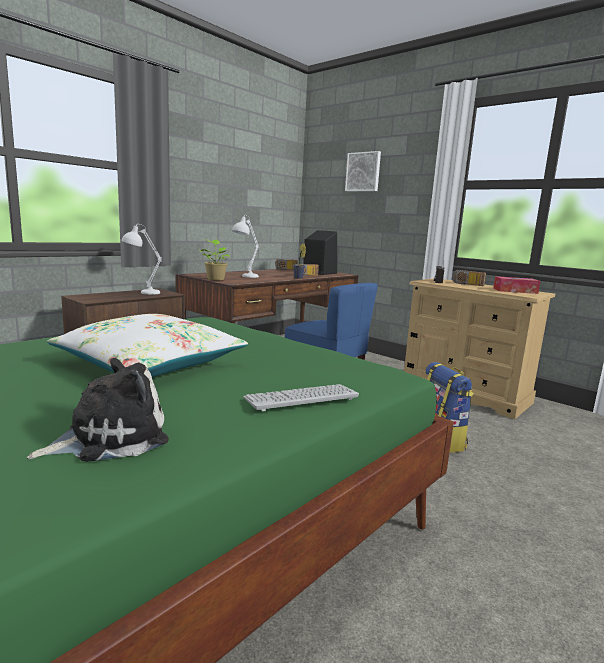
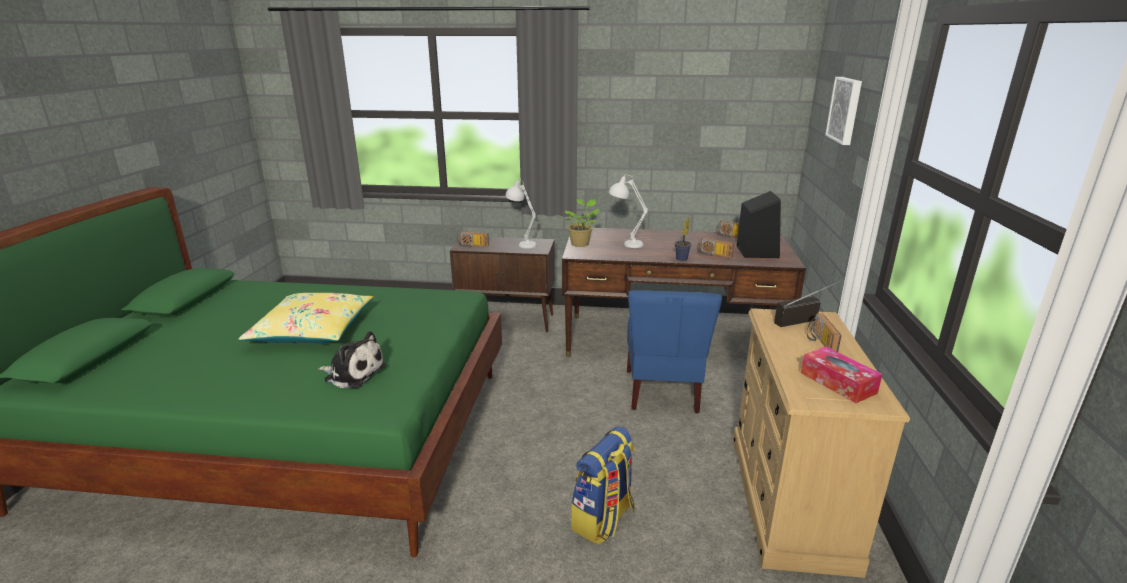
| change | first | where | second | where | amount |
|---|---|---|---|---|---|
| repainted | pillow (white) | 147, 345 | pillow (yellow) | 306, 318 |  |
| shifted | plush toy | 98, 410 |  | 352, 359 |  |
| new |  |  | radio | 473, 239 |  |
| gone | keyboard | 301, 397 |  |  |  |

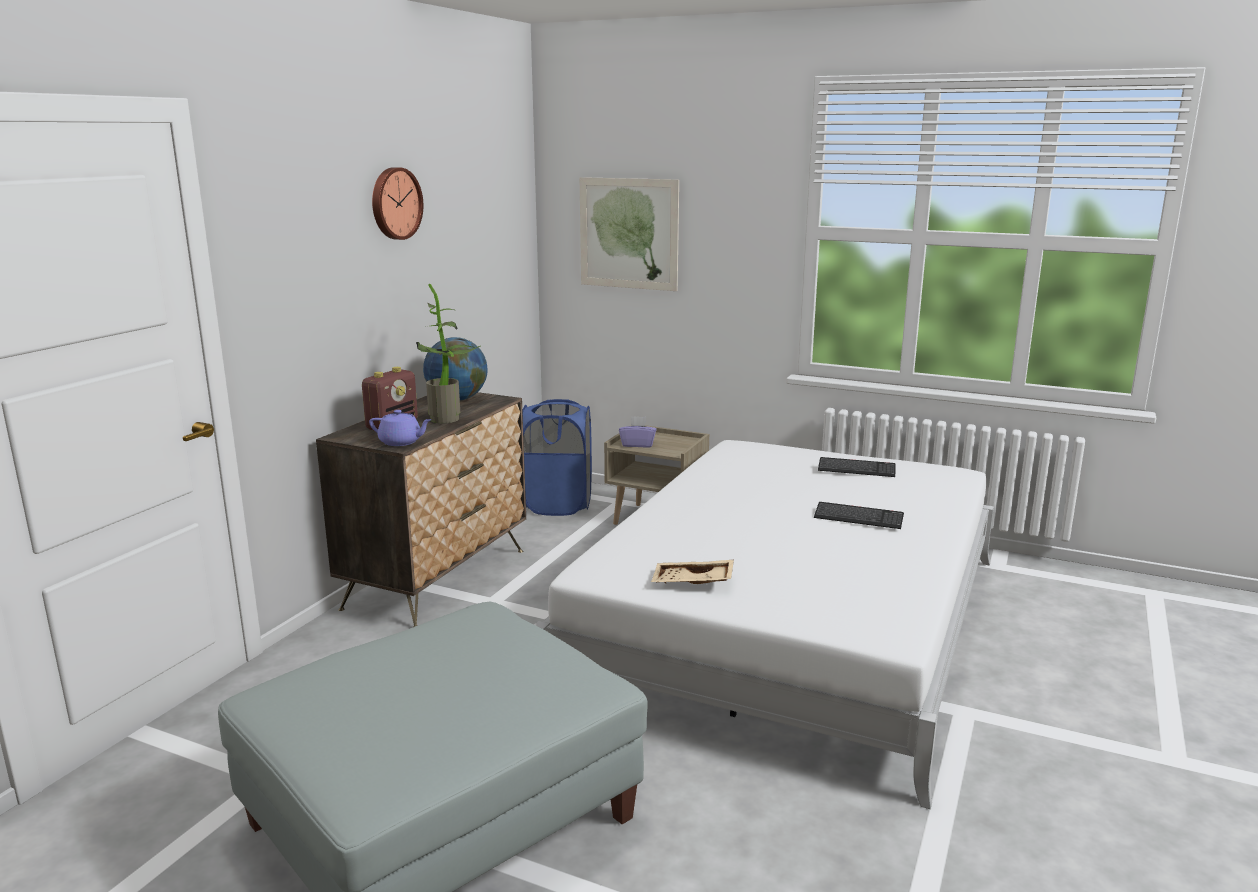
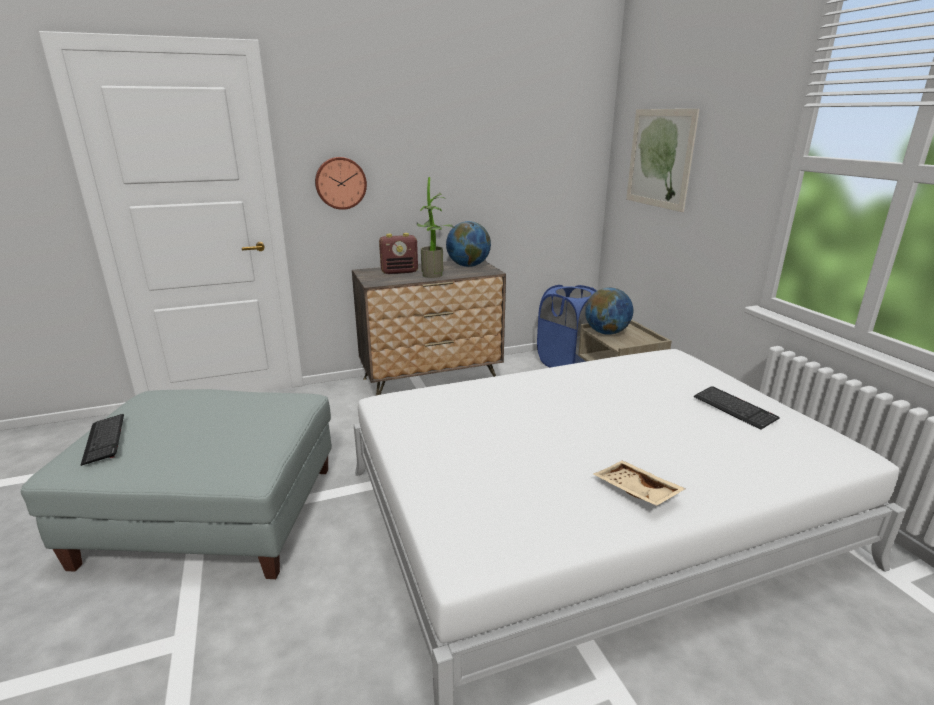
| change | first | where | second | where | amount |
|---|---|---|---|---|---|
| shifted | keyboard | 859, 515 |  | 102, 440 |  |
| shifted | wall clock | 397, 203 |  | 341, 183 |  |
| swapped | tissue box (purple) | 638, 432 | globe | 609, 311 |  |
| shifted | tray (beige) | 692, 572 |  | 639, 483 |  |
| gone | teapot (purple) | 400, 428 |  |  |  |

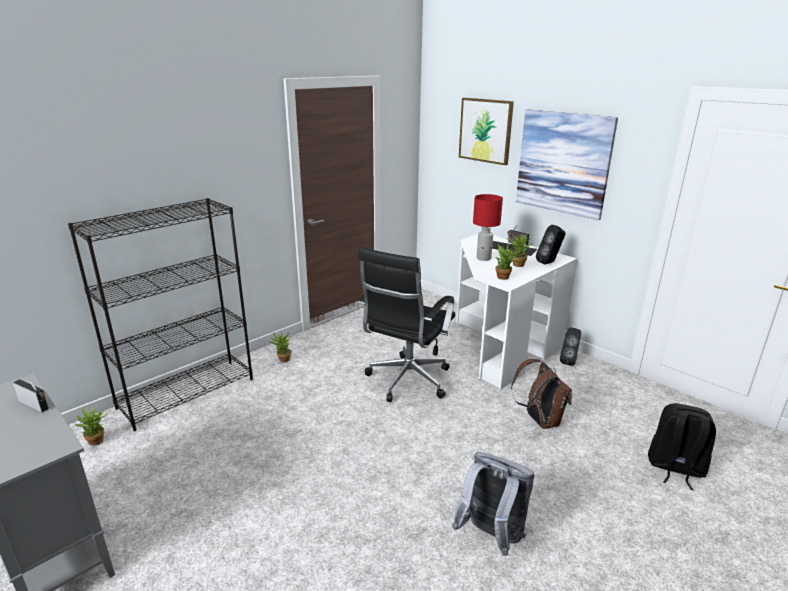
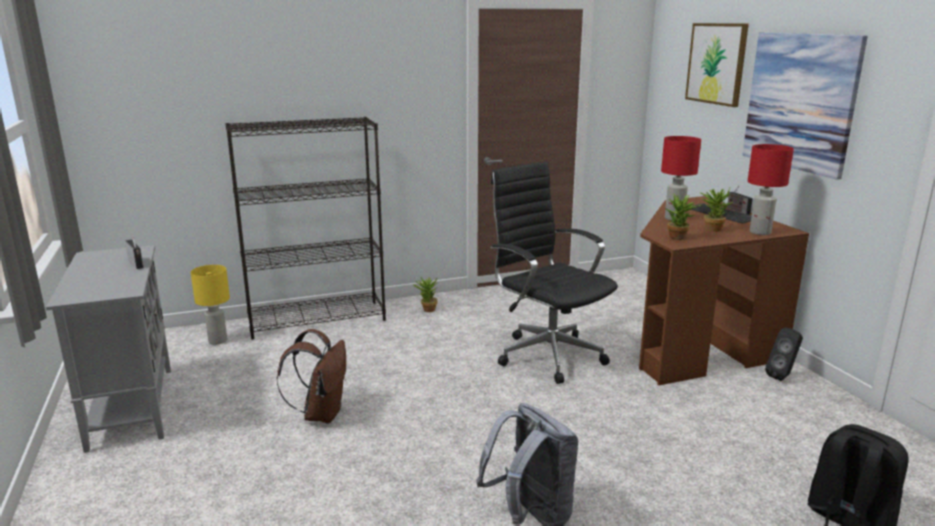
| change | first | where | second | where | amount |
|---|---|---|---|---|---|
| swapped | potted plant | 91, 425 | table lamp (yellow) | 210, 305 |  |
| shifted | backpack (brown) | 541, 394 |  | 311, 376 |  |
| rotated | office chair (black) | 406, 324 |  | 554, 273 | 90 degrees clockwise |
| repainted | desk (white) | 516, 312 | desk (brown) | 724, 290 |  |
| swapped | speaker (black) | 551, 245 | table lamp (red) | 771, 189 |  |

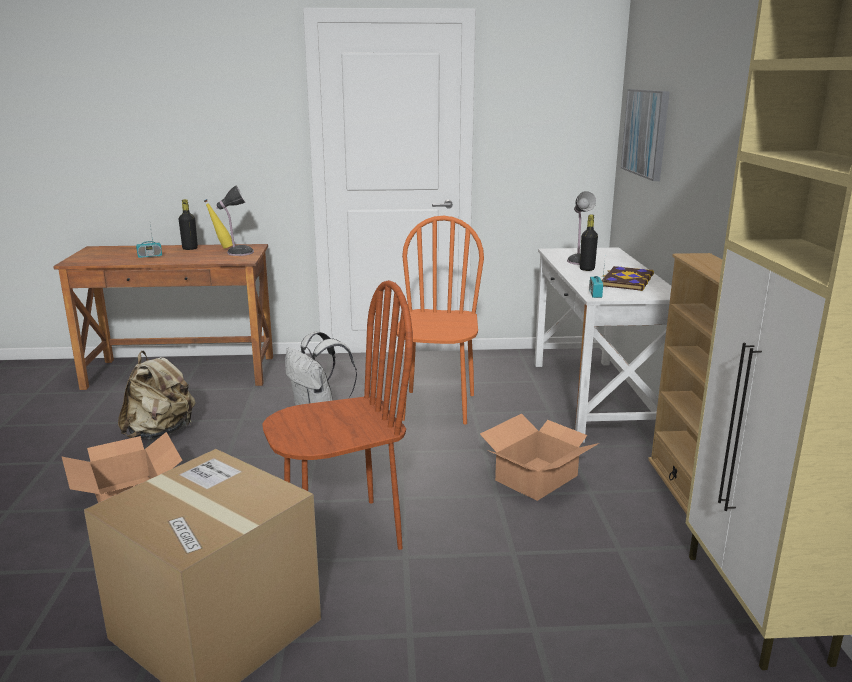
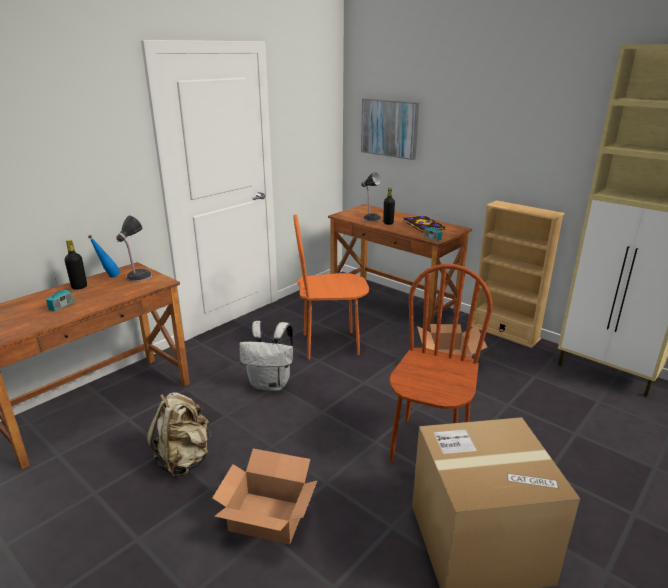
| change | first | where | second | where | amount |
|---|---|---|---|---|---|
| repainted | bottle (yellow) | 218, 224 | bottle (blue) | 104, 256 |  |
| rotated | chair (orange) | 440, 320 |  | 331, 287 | 60 degrees counterclockwise |
| repainted | desk (white) | 602, 345 | desk (brown) | 400, 268 |  |

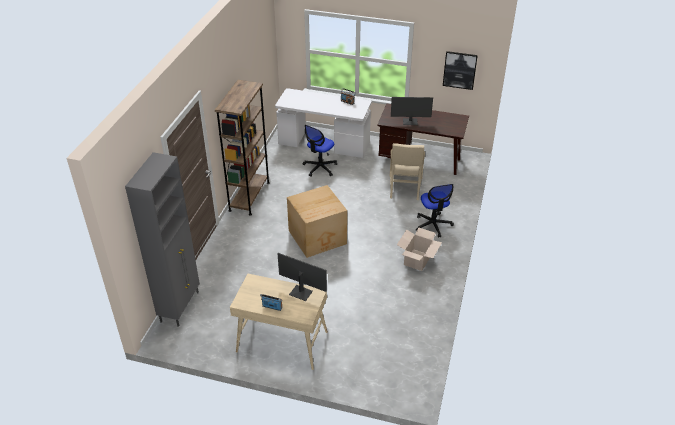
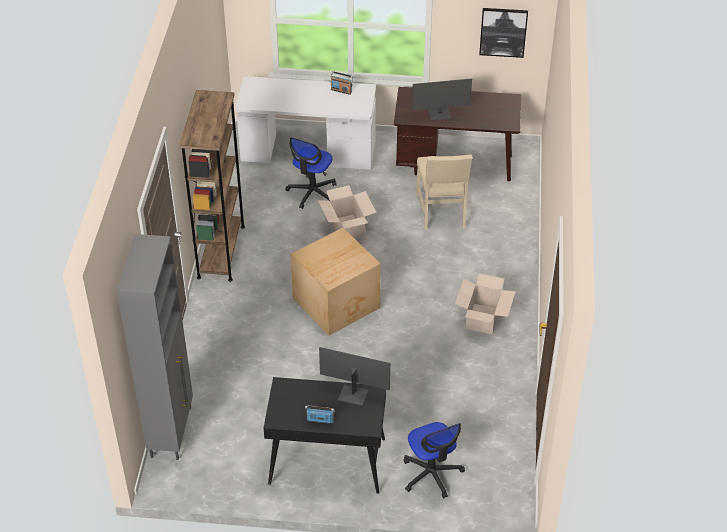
| change | first | where | second | where | amount |
|---|---|---|---|---|---|
| repainted | desk (beige) | 279, 322 | desk (black) | 325, 435 |  |
| new |  |  | cardboard box | 347, 212 |  |
| shifted | office chair | 435, 211 |  | 434, 460 |  |

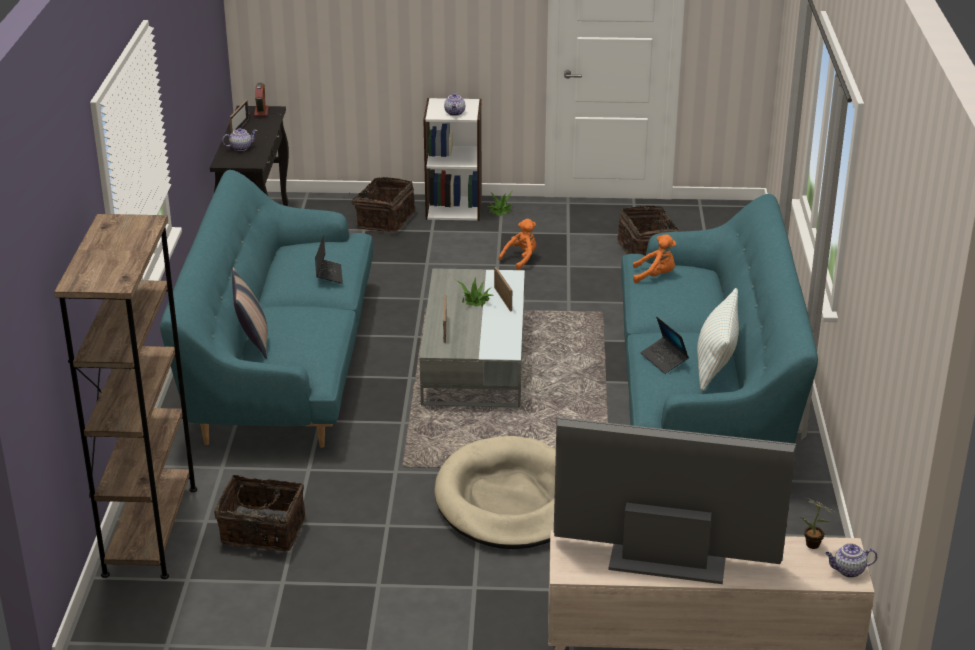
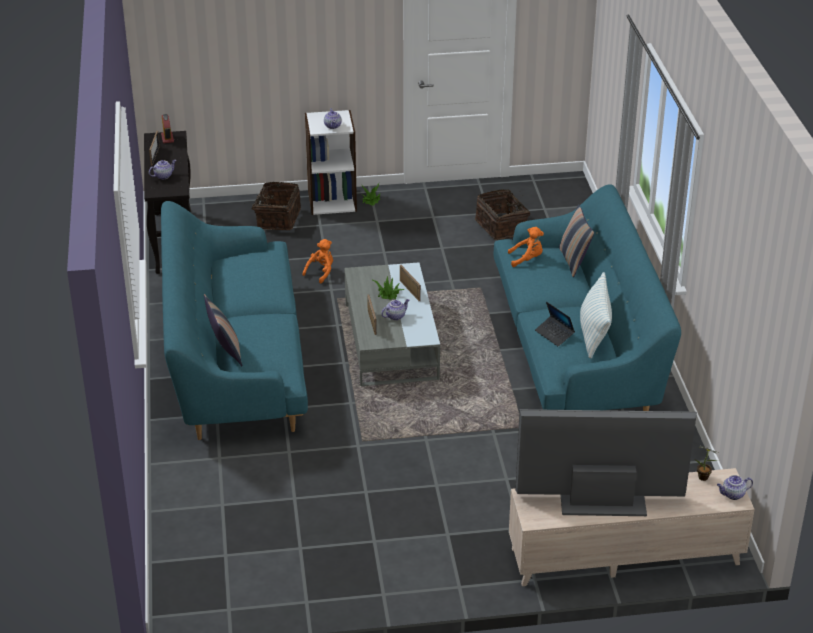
| change | first | where | second | where | amount |
|---|---|---|---|---|---|
| shifted | plush toy (orange) | 517, 244 |  | 317, 261 |  |
| new |  |  | teapot | 395, 309 |  |
| new |  |  | pillow | 576, 240 |  |
| gone | bookcase (brown) | 125, 396 |  |  |  |
| gone | basket | 260, 513 |  |  |  |
| gone | laptop | 329, 259 |  |  |  |
| gone | dog bed (beige) | 495, 492 |  |  |  |

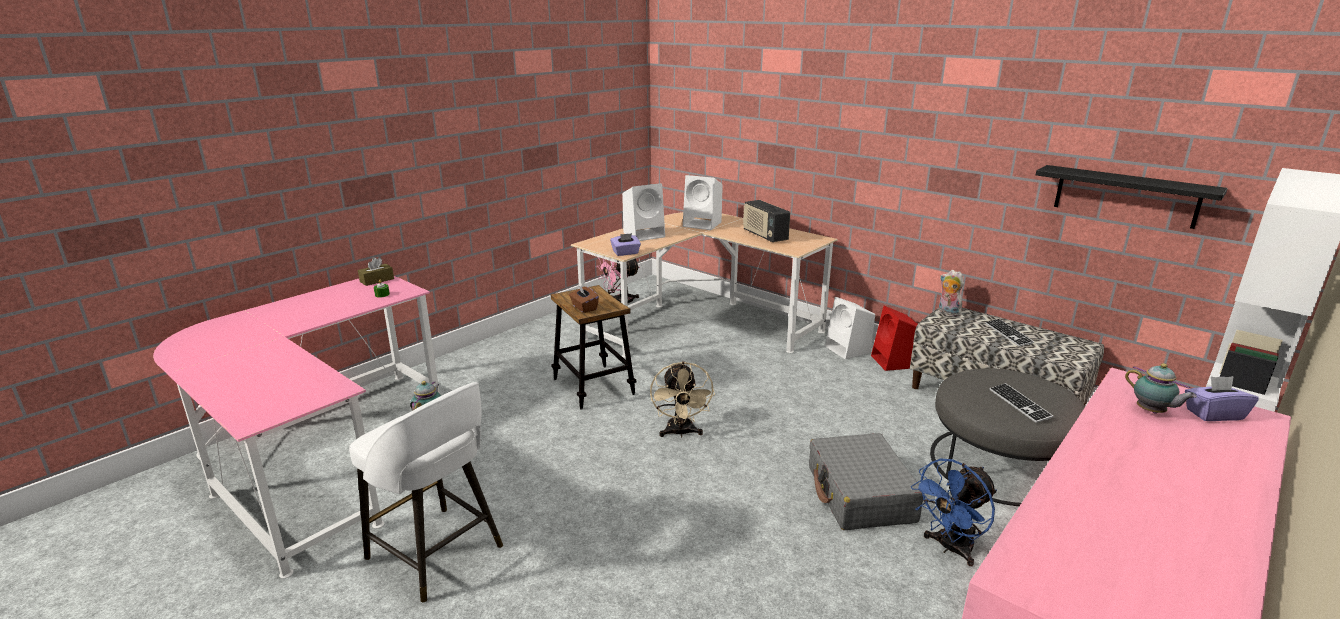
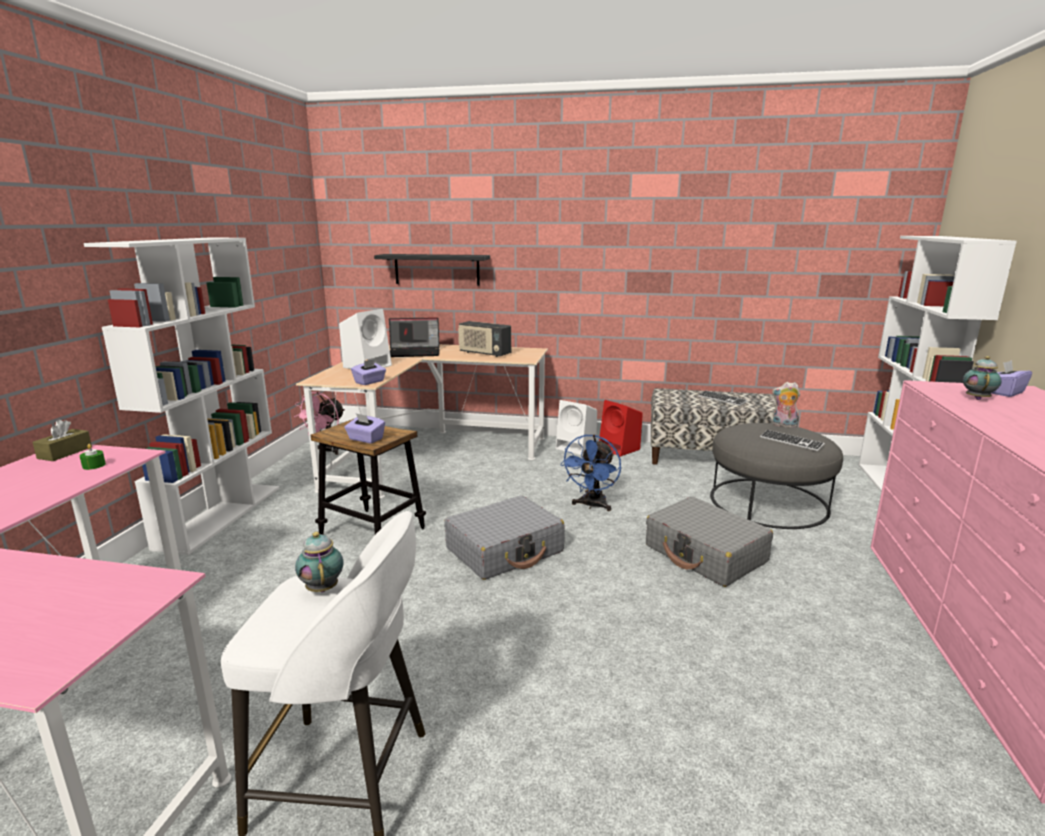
| change | first | where | second | where | amount |
|---|---|---|---|---|---|
| new |  |  | bookcase (white) | 181, 396 |  |
| repainted | tissue box (brown) | 584, 299 | tissue box (purple) | 364, 428 |  |
| shifted | shelf (black) | 1132, 197 |  | 432, 270 |  |
| swapped | speaker (white) | 703, 202 | laptop | 414, 337 |  |
| swapped | fan (beige) | 682, 400 | suitcase (grey) | 504, 537 |  |
| shifted | fan (blue) | 954, 512 |  | 590, 473 |  |
| shifted | plush toy | 951, 293 |  | 786, 405 |  |
| rotated | teapot | 1161, 388 |  | 982, 378 | 90 degrees counterclockwise |

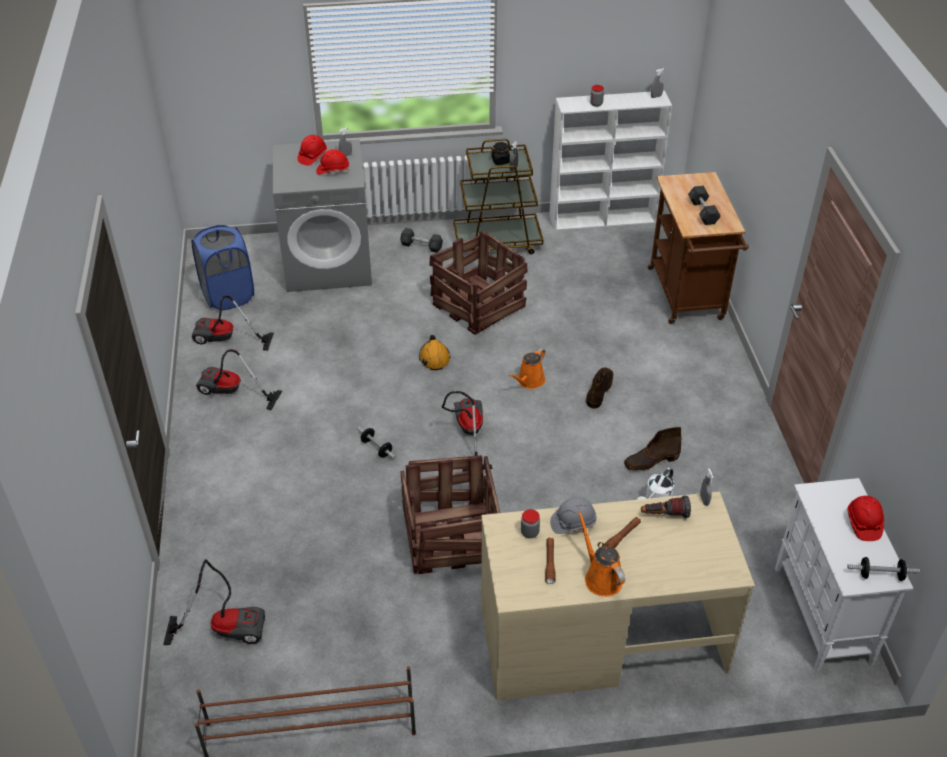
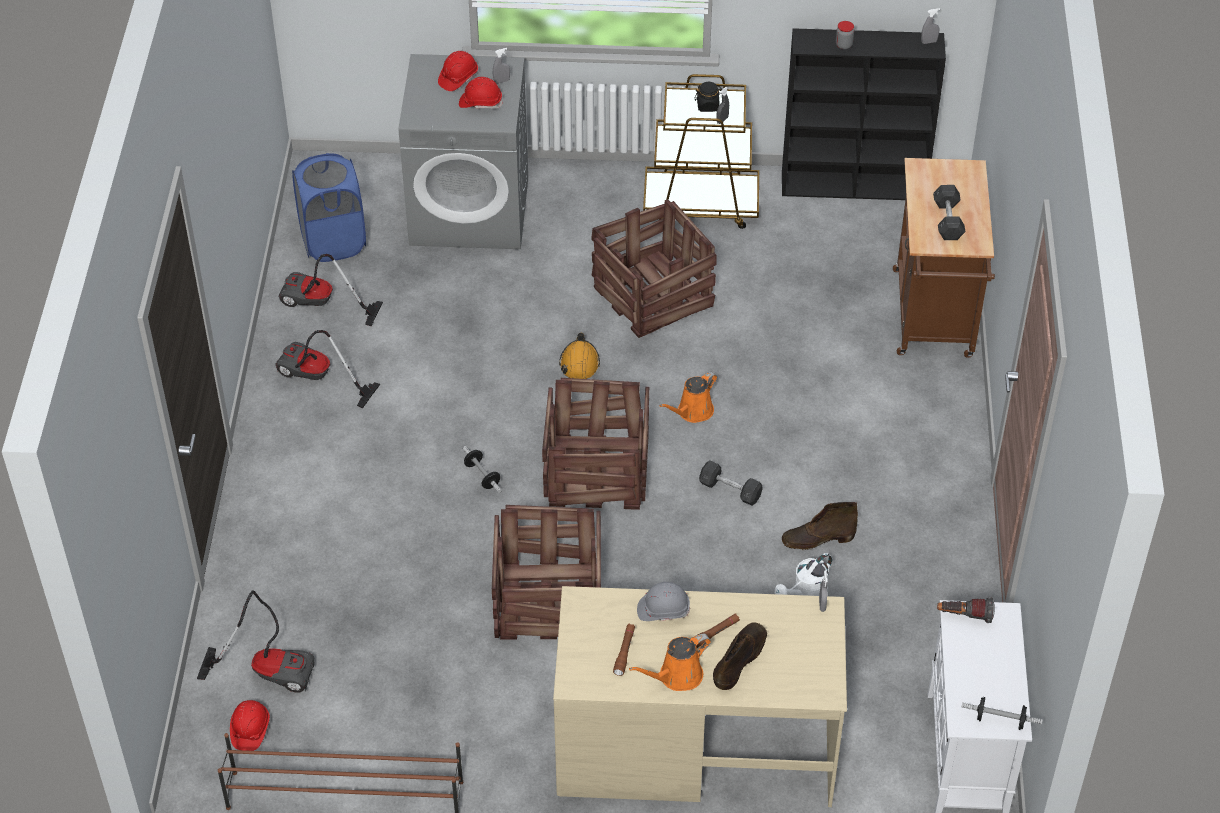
| change | first | where | second | where | amount |
|---|---|---|---|---|---|
| shifted | hard hat (red) | 865, 518 |  | 250, 725 |  |
| swapped | vacuum cleaner | 467, 431 | crate | 595, 444 |  |
| rotated | watering can (orange) | 601, 554 |  | 670, 662 | 105 degrees counterclockwise |
| shifted | dumbbell (grey) | 421, 240 |  | 731, 483 |  |
| shifted | boot (brown) | 599, 387 |  | 740, 656 |  |
| repainted | bookcase (white) | 610, 161 | bookcase (black) | 864, 114 |  |
| shifted | flashlight | 666, 506 |  | 966, 610 |  |
| gone | jar | 530, 523 |  |  |  |

